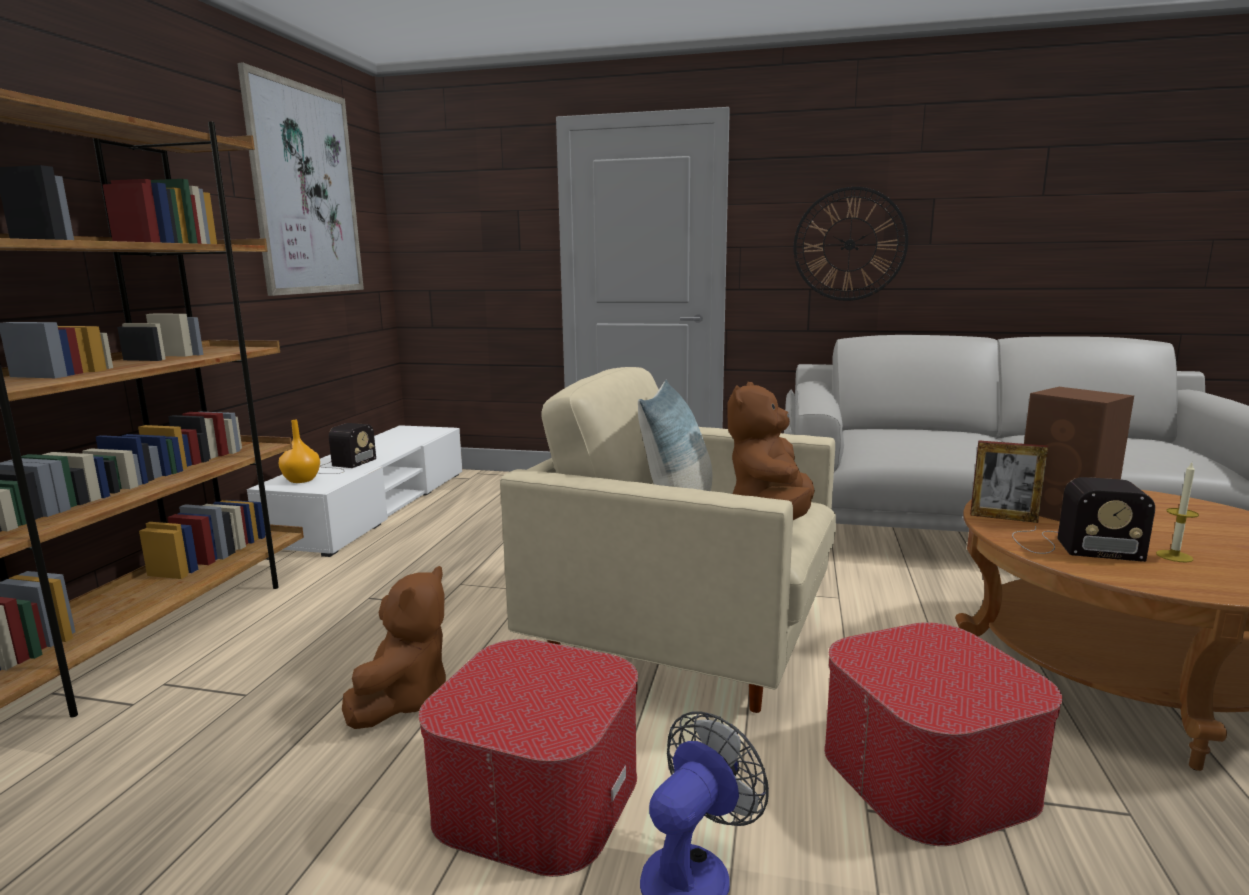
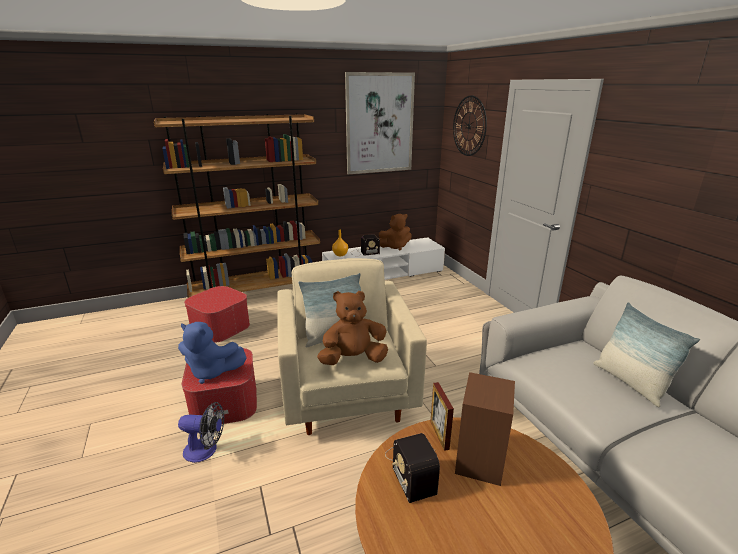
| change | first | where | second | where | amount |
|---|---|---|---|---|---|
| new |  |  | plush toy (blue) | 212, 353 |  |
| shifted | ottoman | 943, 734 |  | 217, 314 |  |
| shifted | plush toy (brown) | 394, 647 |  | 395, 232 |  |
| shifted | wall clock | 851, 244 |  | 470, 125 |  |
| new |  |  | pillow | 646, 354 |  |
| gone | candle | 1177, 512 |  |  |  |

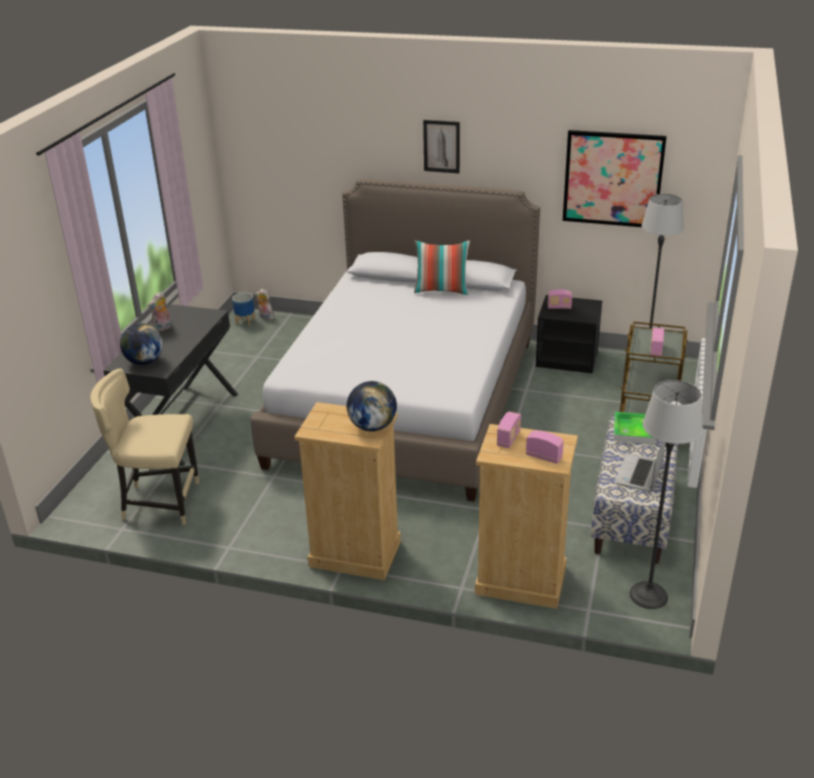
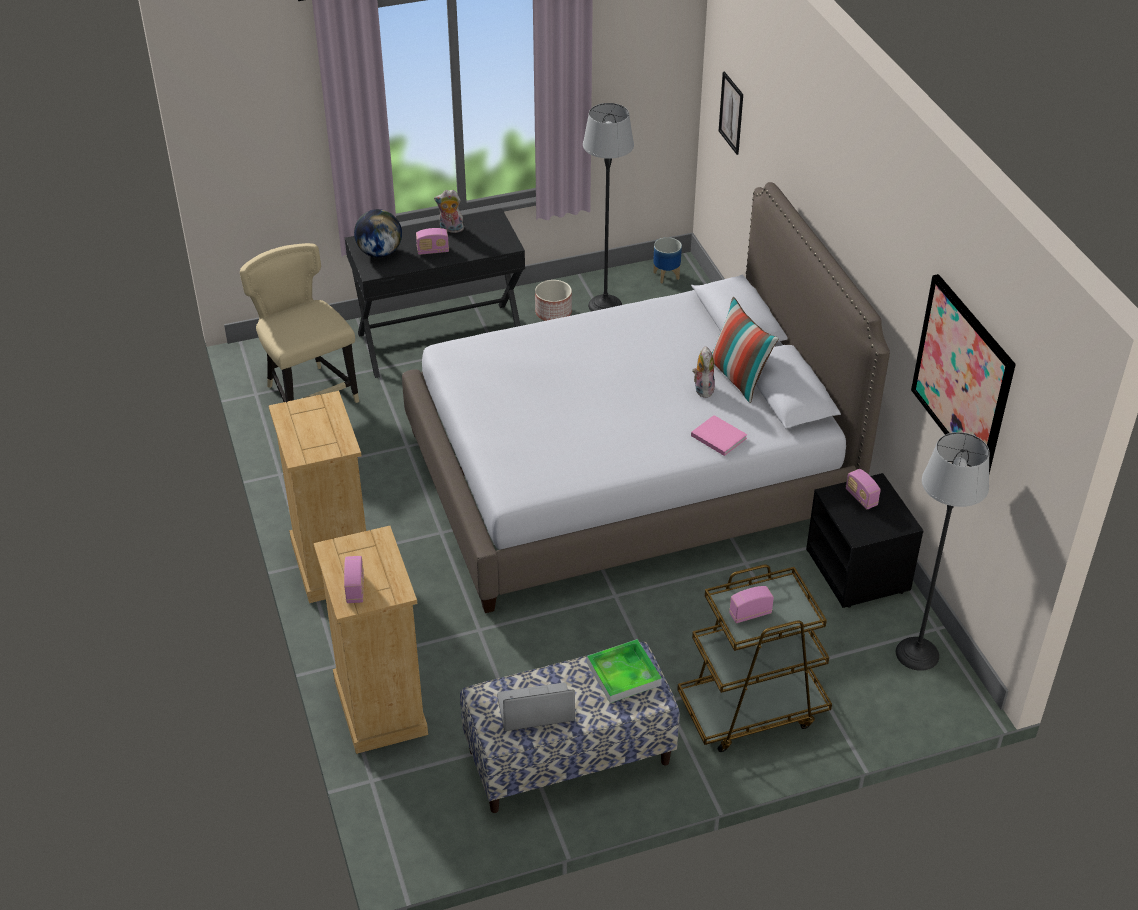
| change | first | where | second | where | amount |
|---|---|---|---|---|---|
| shifted | radio | 509, 430 |  | 432, 241 |  |
| new |  |  | planter | 553, 300 |  |
| shifted | floor lamp | 666, 494 |  | 608, 207 |  |
| new |  |  | book (pink) | 719, 435 |  |
| shifted | plush toy | 266, 304 |  | 703, 372 |  |
| shifted | picture | 441, 146 |  | 731, 113 |  |
| gone | globe | 372, 406 |  |  |  |

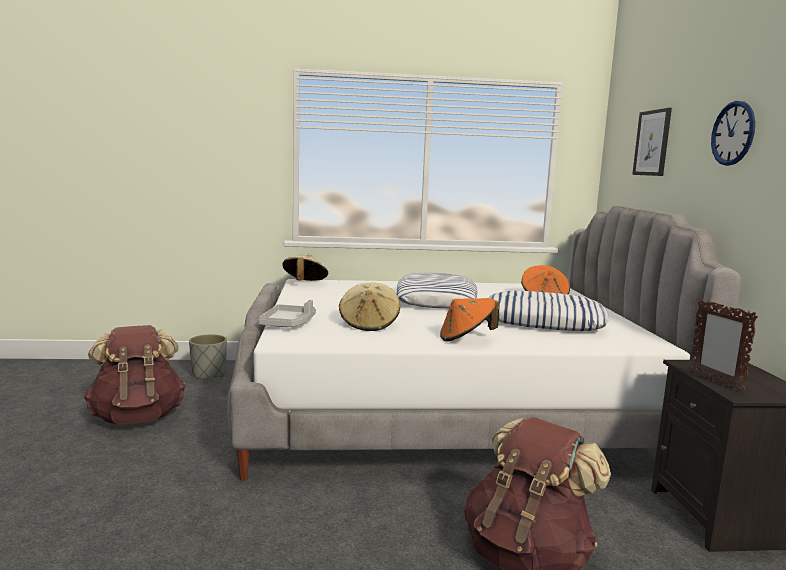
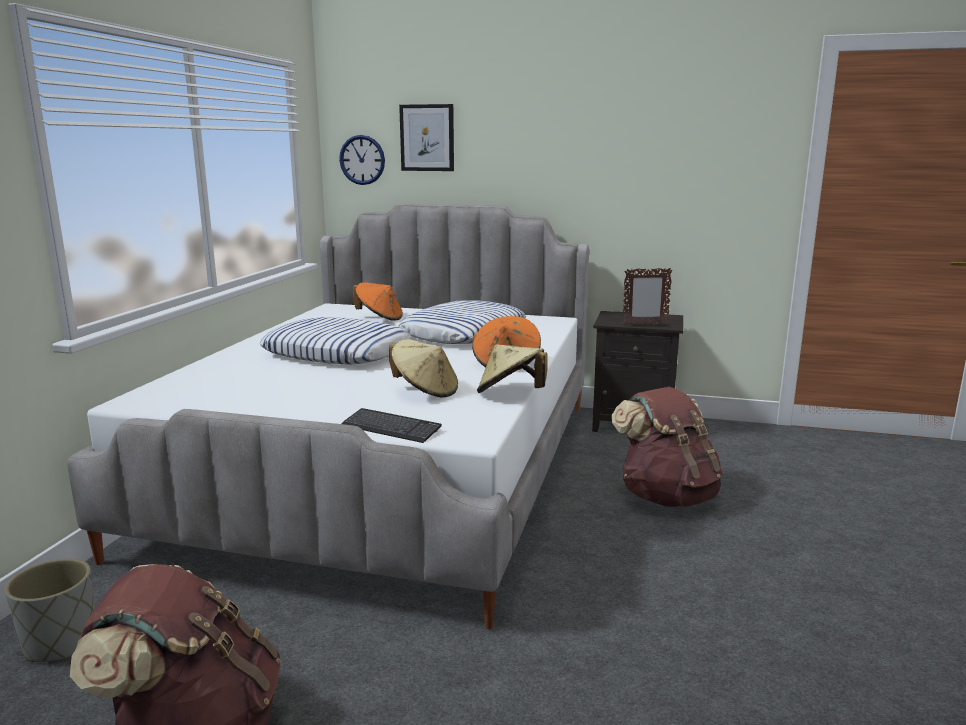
| change | first | where | second | where | amount |
|---|---|---|---|---|---|
| shifted | wall clock | 733, 133 |  | 362, 160 |  |
| swapped | tray (grey) | 287, 313 | keyboard | 391, 425 |  |
| shifted | hat (beige) | 305, 267 |  | 512, 368 |  |

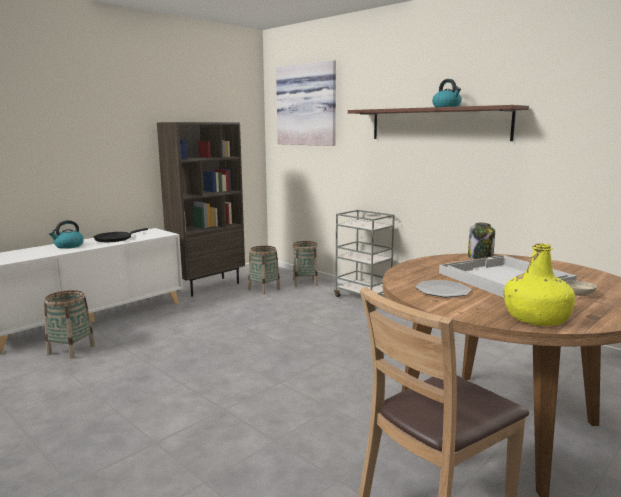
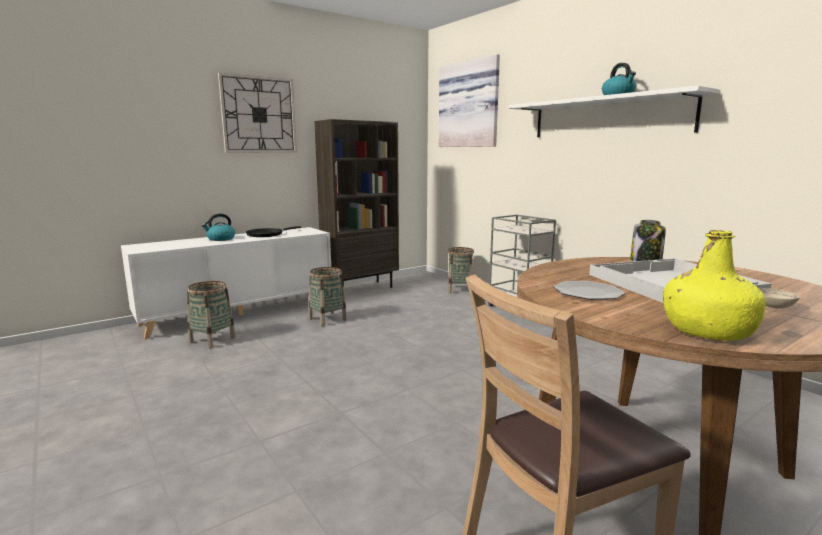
| change | first | where | second | where | amount |
|---|---|---|---|---|---|
| new |  |  | wall clock | 257, 112 |  |
| shifted | basket | 264, 270 |  | 328, 296 |  |
| repainted | shelf (brown) | 438, 123 | shelf (white) | 614, 111 |  |

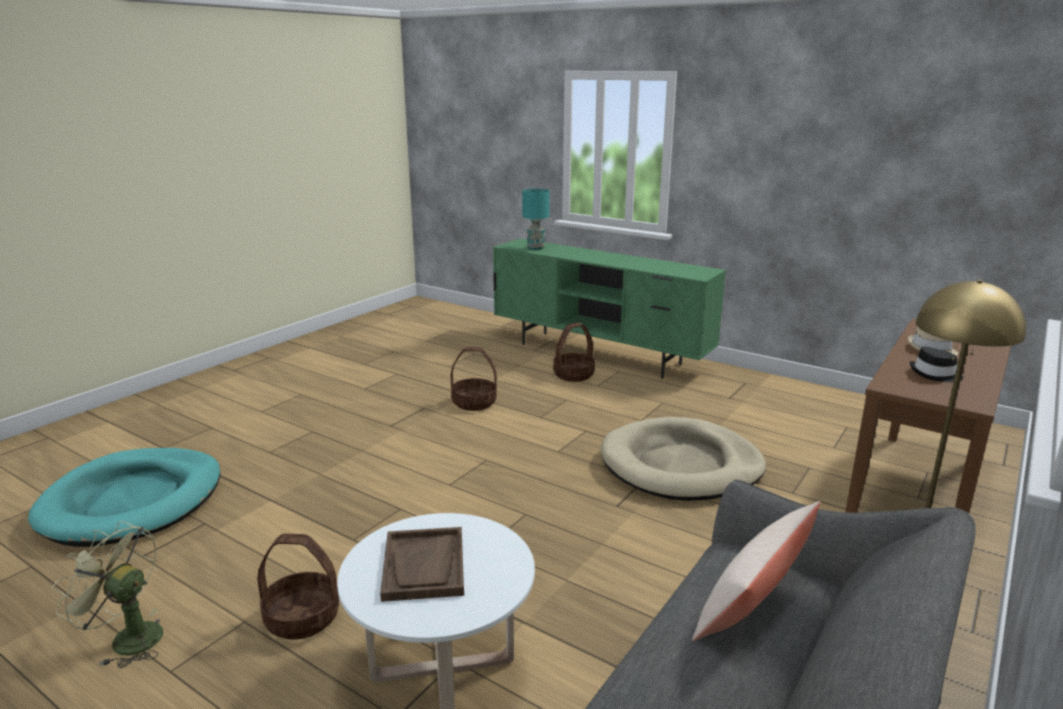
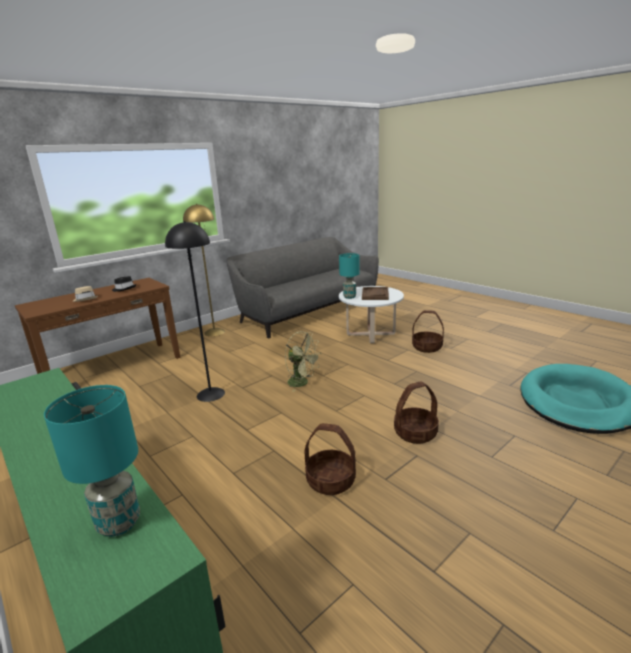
| change | first | where | second | where | amount |
|---|---|---|---|---|---|
| swapped | dog bed (beige) | 683, 459 | floor lamp (black) | 195, 311 |  |
| shifted | fan (green) | 107, 594 |  | 302, 361 |  |
| new |  |  | table lamp (turquoise) | 349, 276 |  |
| shifted | basket | 574, 352 |  | 416, 413 |  |
| gone | pillow (beige) | 756, 571 |  |  |  |

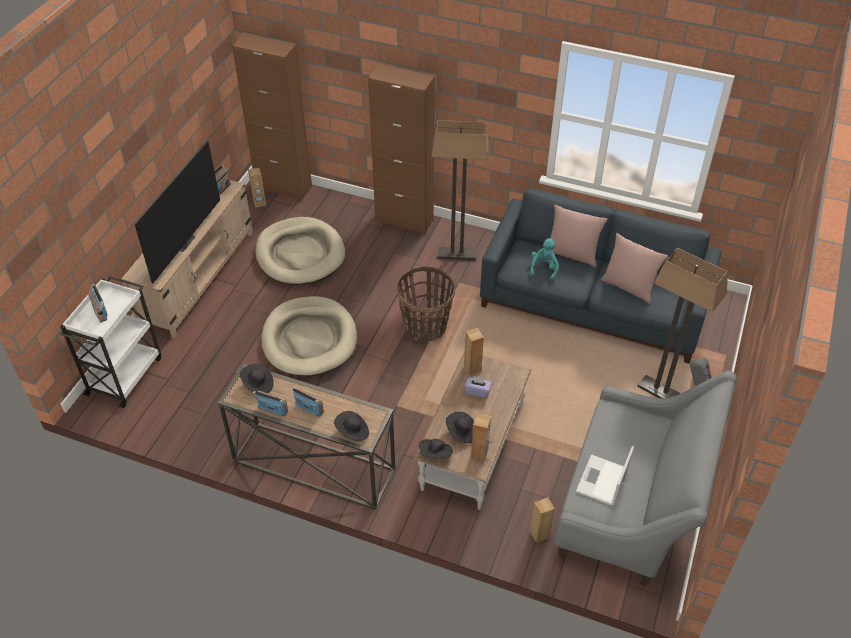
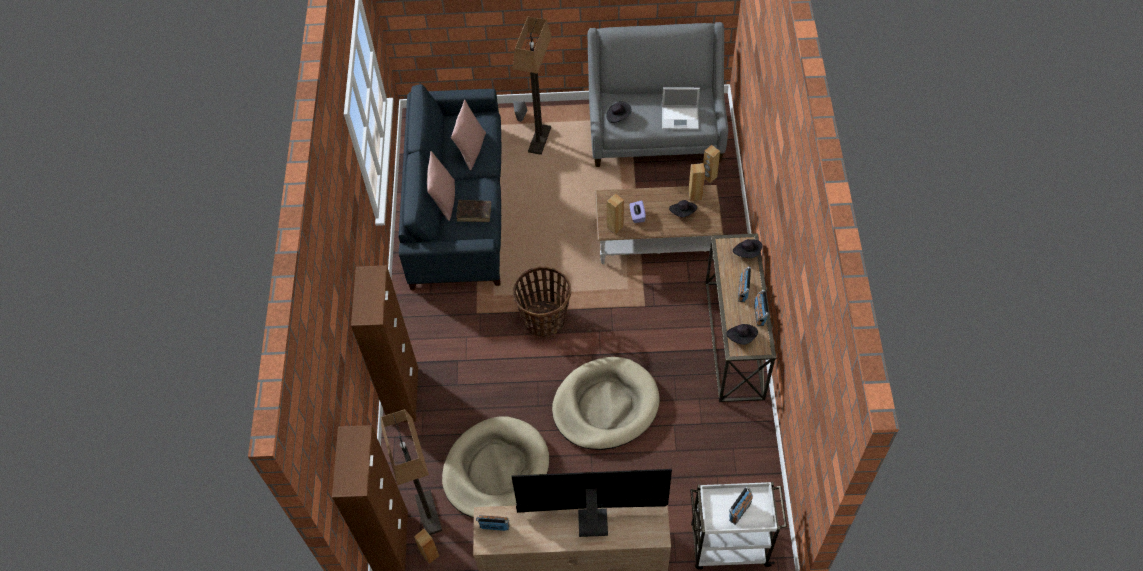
| change | first | where | second | where | amount |
|---|---|---|---|---|---|
| shifted | floor lamp | 460, 190 |  | 411, 472 |  |
| swapped | plush toy (turquoise) | 544, 259 | book (brown) | 473, 211 |  |
| shifted | hat (black) | 436, 448 |  | 619, 112 |  |

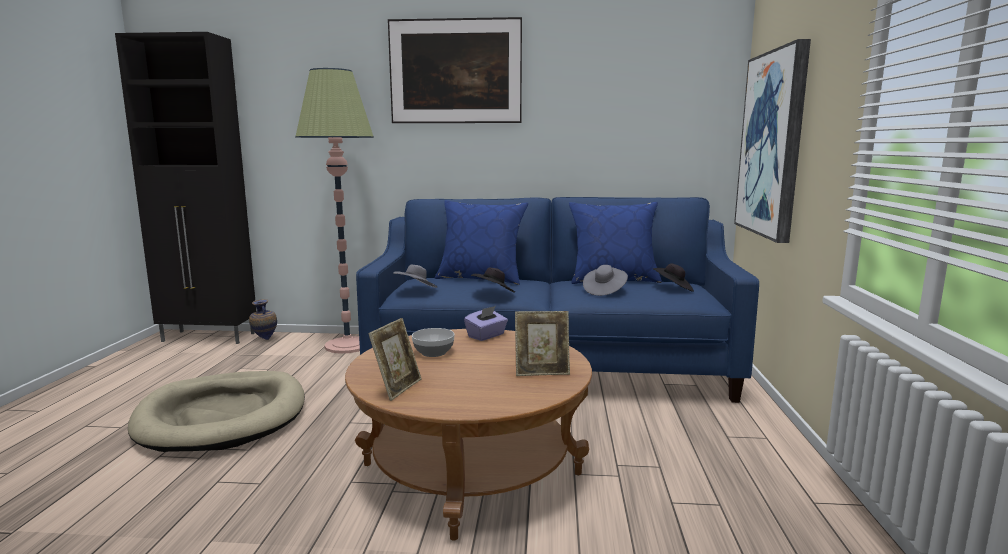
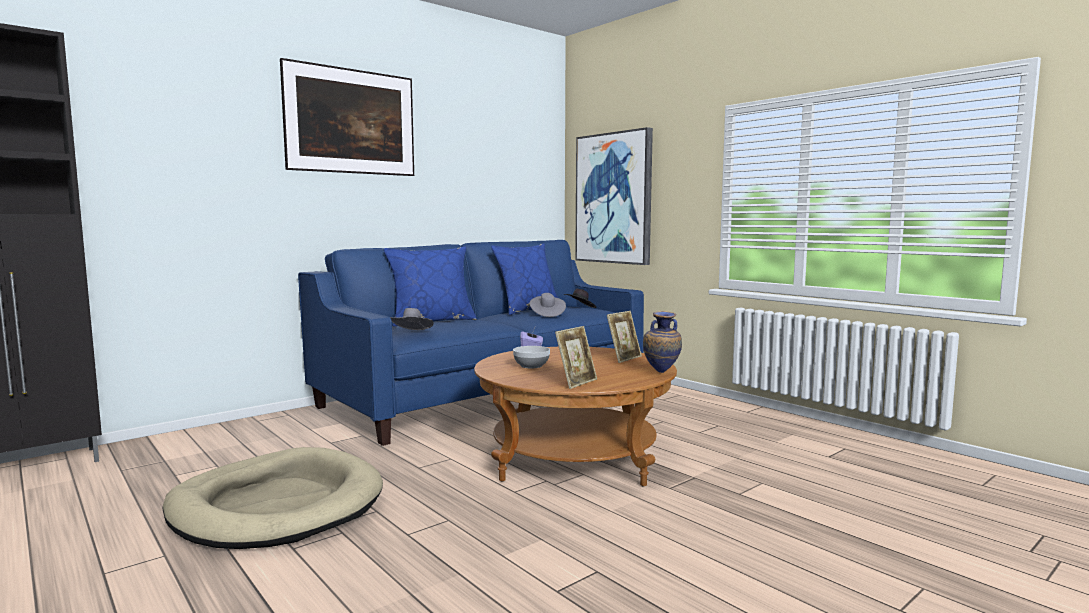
| change | first | where | second | where | amount |
|---|---|---|---|---|---|
| rotated | picture frame | 395, 359 |  | 576, 357 | 60 degrees clockwise |
| shifted | vase | 263, 319 |  | 662, 342 |  |
| gone | floor lamp | 334, 211 |  |  |  |
| gone | hat (black) | 493, 280 |  |  |  |

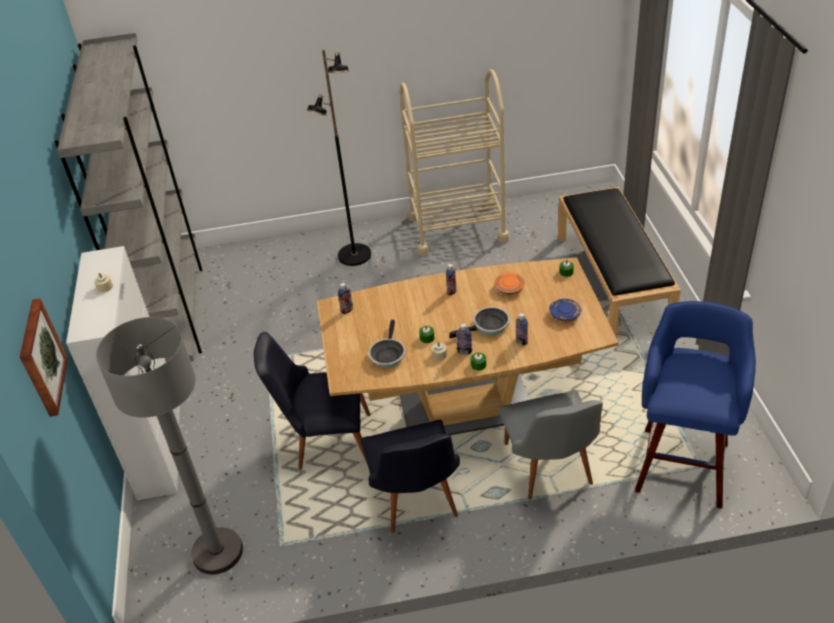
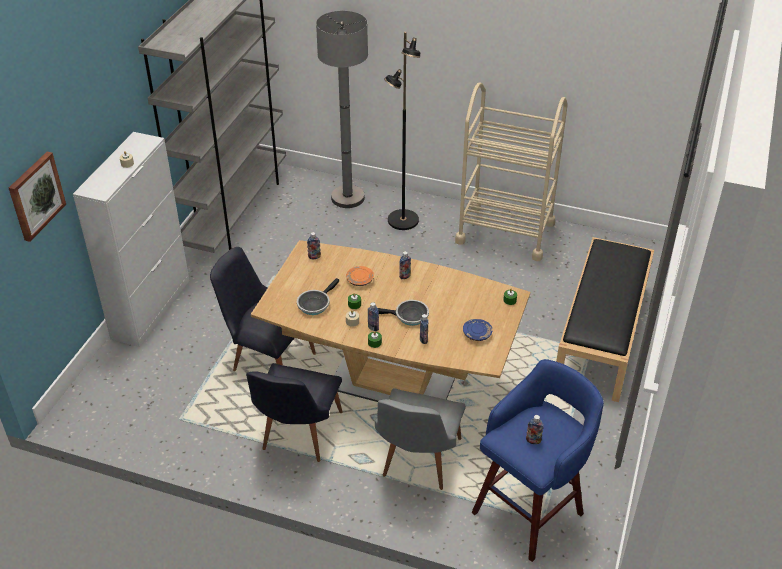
| change | first | where | second | where | amount |
|---|---|---|---|---|---|
| shifted | floor lamp (grey) | 169, 445 |  | 342, 109 |  |
| shifted | plate (orange) | 509, 283 |  | 360, 276 |  |
| new |  |  | bottle | 535, 429 |  |

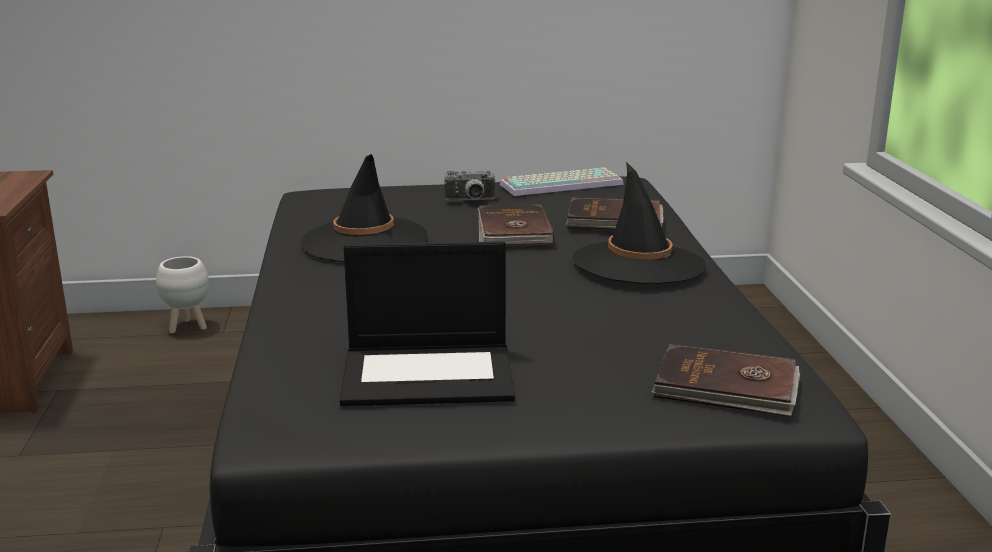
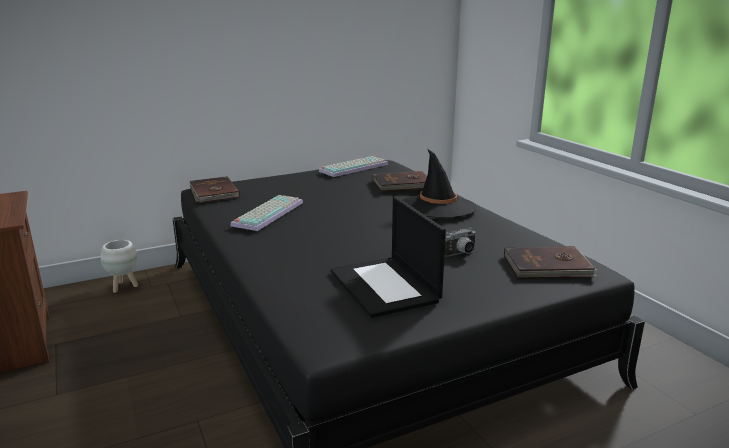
| change | first | where | second | where | amount |
|---|---|---|---|---|---|
| shifted | book (brown) | 516, 225 |  | 214, 189 |  |
| swapped | hat (black) | 364, 208 | keyboard | 266, 213 |  |
| rotated | laptop | 427, 323 |  | 388, 257 | 90 degrees clockwise |
| shifted | photo camera | 470, 185 |  | 460, 242 |  |

